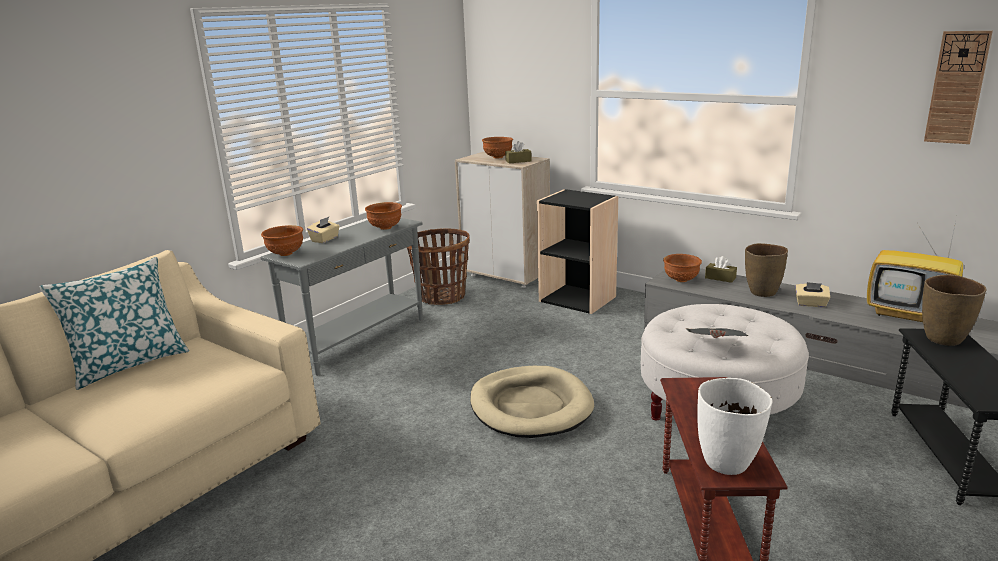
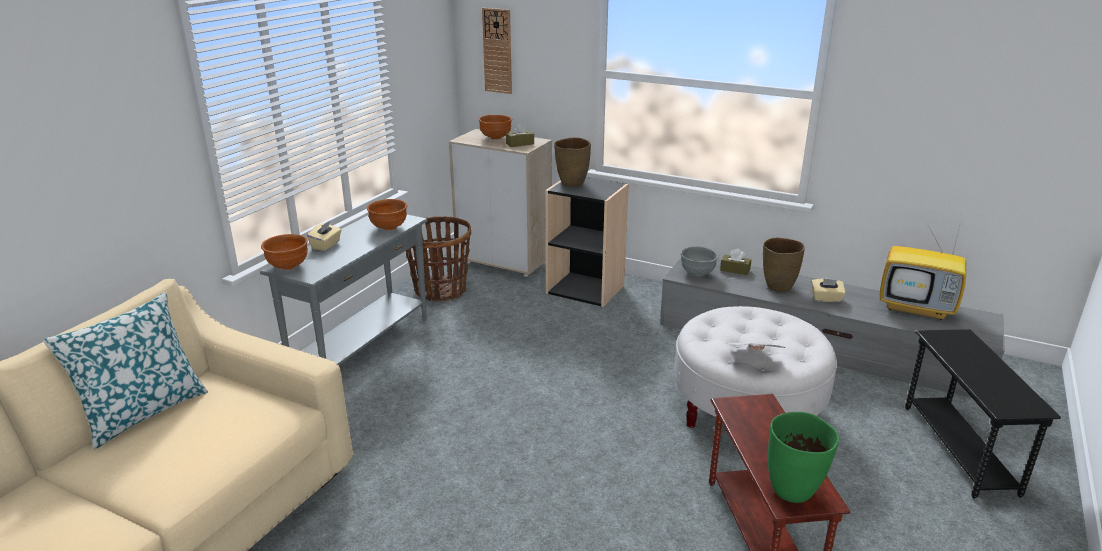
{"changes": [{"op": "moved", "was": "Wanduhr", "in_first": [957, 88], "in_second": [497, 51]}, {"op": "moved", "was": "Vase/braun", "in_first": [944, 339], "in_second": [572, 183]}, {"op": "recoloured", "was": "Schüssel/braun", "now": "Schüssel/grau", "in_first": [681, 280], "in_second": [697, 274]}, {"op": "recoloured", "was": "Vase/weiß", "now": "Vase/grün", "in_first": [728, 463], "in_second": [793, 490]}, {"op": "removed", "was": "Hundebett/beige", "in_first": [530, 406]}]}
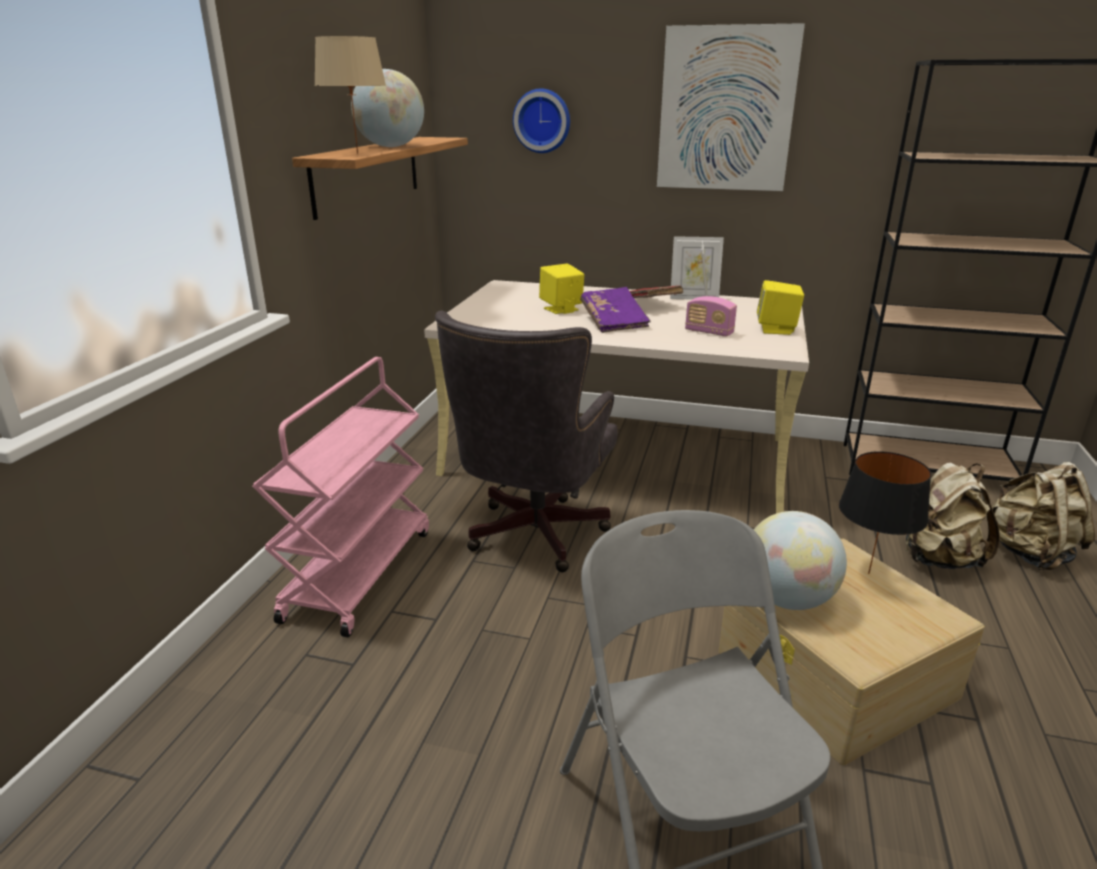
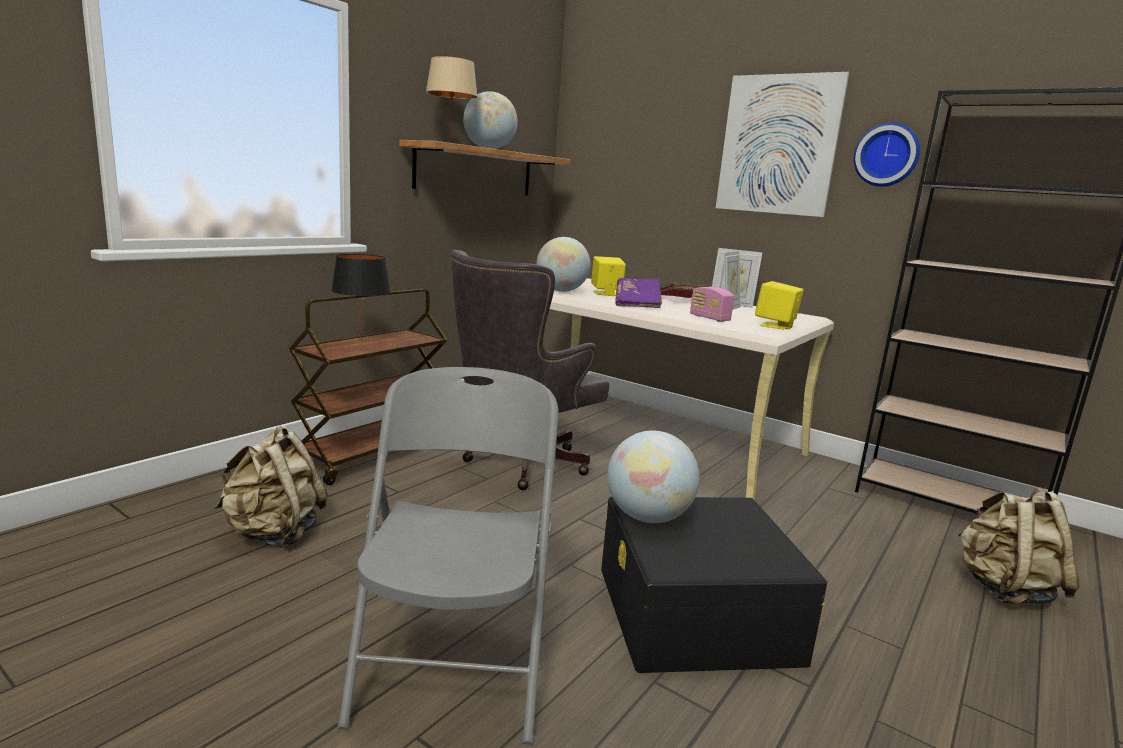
{"changes": [{"op": "moved", "was": "Rucksack/beige", "in_first": [938, 559], "in_second": [274, 533]}, {"op": "recoloured", "was": "Rollwagen/rosa", "now": "Rollwagen/braun", "in_first": [359, 573], "in_second": [372, 454]}, {"op": "moved", "was": "Tischlampe/schwarz", "in_first": [868, 574], "in_second": [361, 341]}, {"op": "added", "now": "Globus", "in_second": [561, 291]}, {"op": "recoloured", "was": "Aufbewahrungsbox/beige", "now": "Aufbewahrungsbox/schwarz", "in_first": [836, 675], "in_second": [695, 614]}, {"op": "moved", "was": "Wanduhr", "in_first": [542, 121], "in_second": [887, 155]}]}
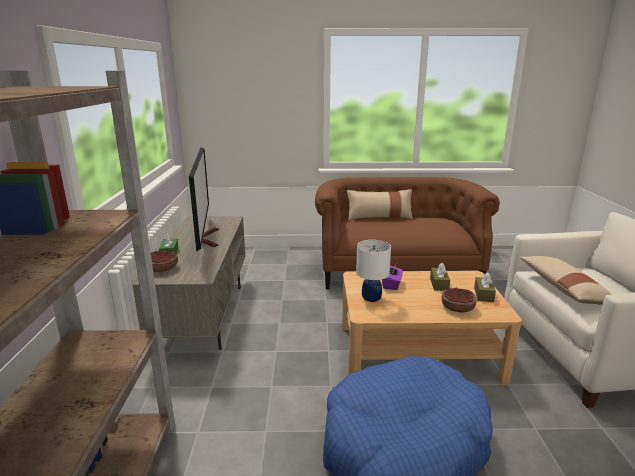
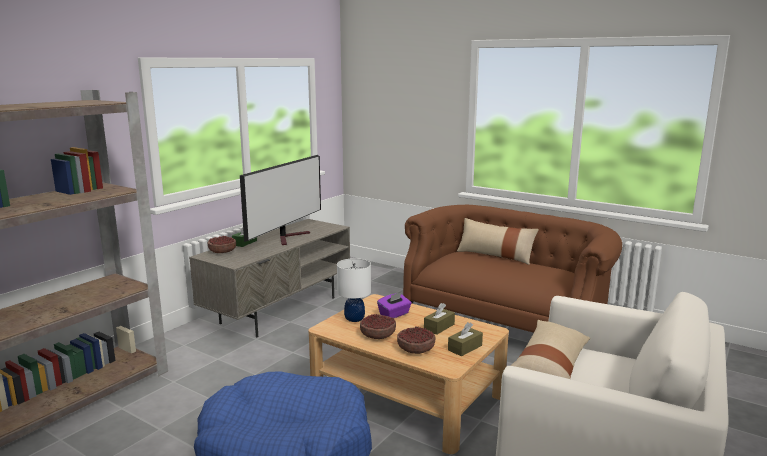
{"changes": [{"op": "added", "now": "Schüssel", "in_second": [378, 335]}]}
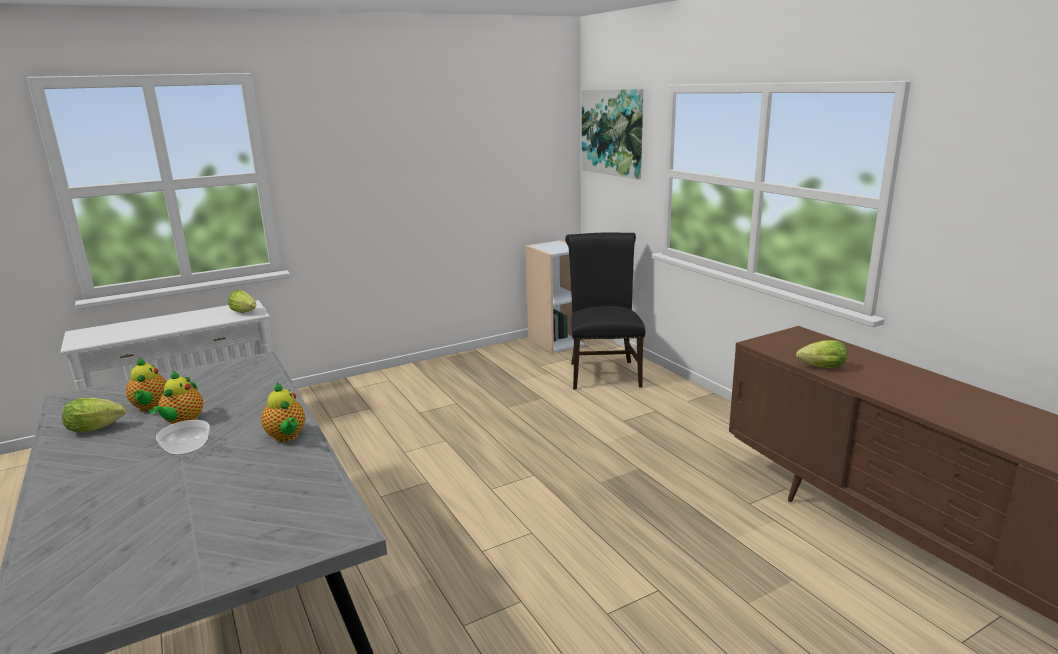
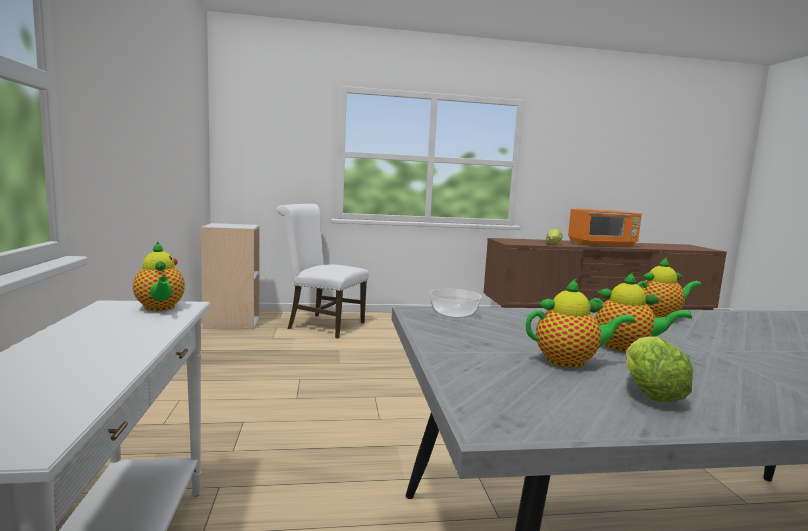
{"changes": [{"op": "replaced", "was": "Salatkopf", "now": "Teekanne", "in_first": [245, 312], "in_second": [160, 308]}, {"op": "recoloured", "was": "Stuhl/schwarz", "now": "Stuhl/weiß", "in_first": [603, 372], "in_second": [322, 325]}, {"op": "moved", "was": "Schüssel", "in_first": [187, 448], "in_second": [454, 314]}, {"op": "added", "now": "Mikrowelle/orange", "in_second": [602, 244]}, {"op": "removed", "was": "Bild", "in_first": [612, 132]}]}
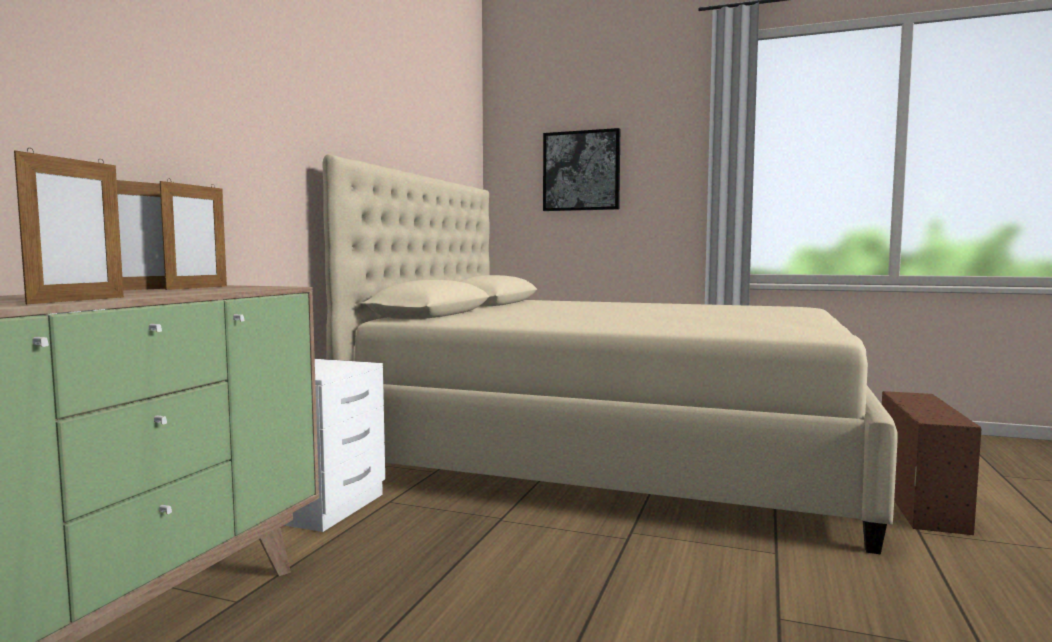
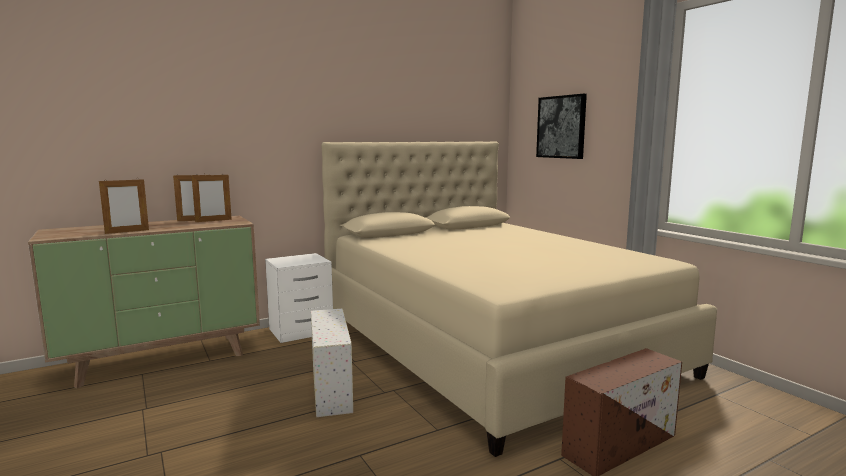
{"changes": [{"op": "added", "now": "Aufbewahrungsbox/weiß", "in_second": [331, 388]}]}
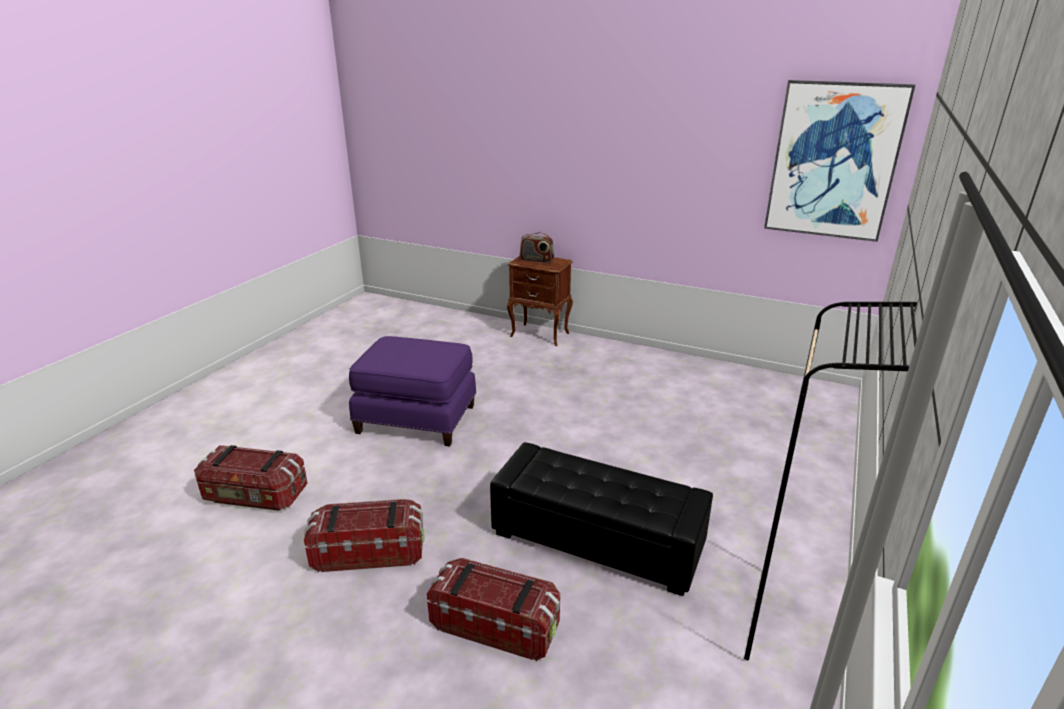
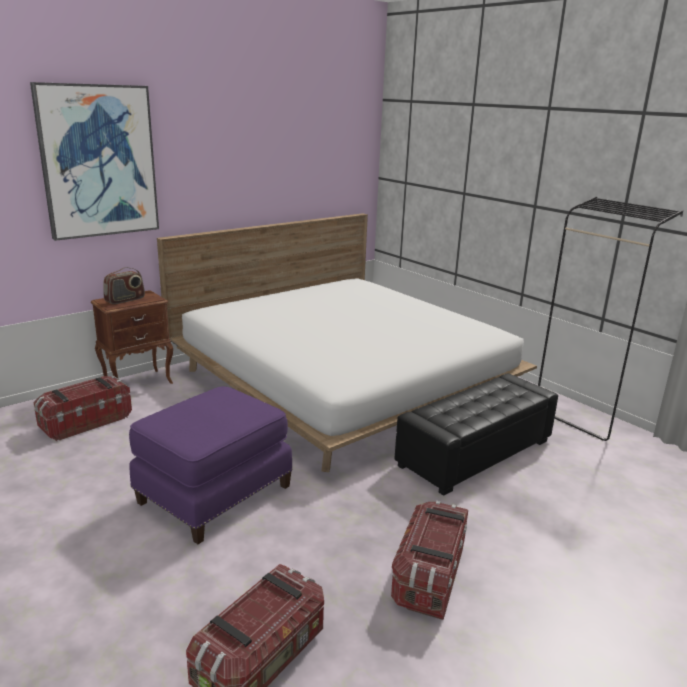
{"changes": [{"op": "moved", "was": "Bild", "in_first": [834, 161], "in_second": [98, 161]}, {"op": "moved", "was": "Aufbewahrungsbox", "in_first": [495, 625], "in_second": [85, 422]}, {"op": "added", "now": "Bett/weiß", "in_second": [345, 381]}]}
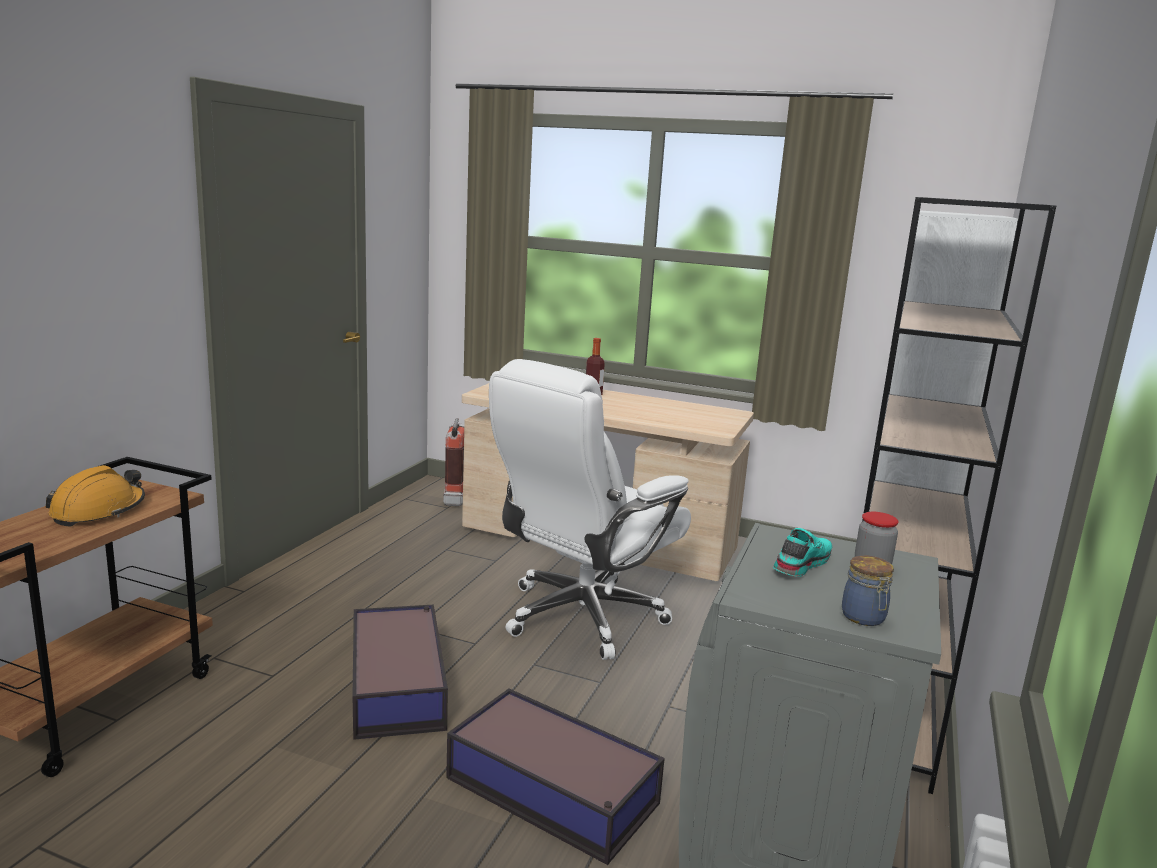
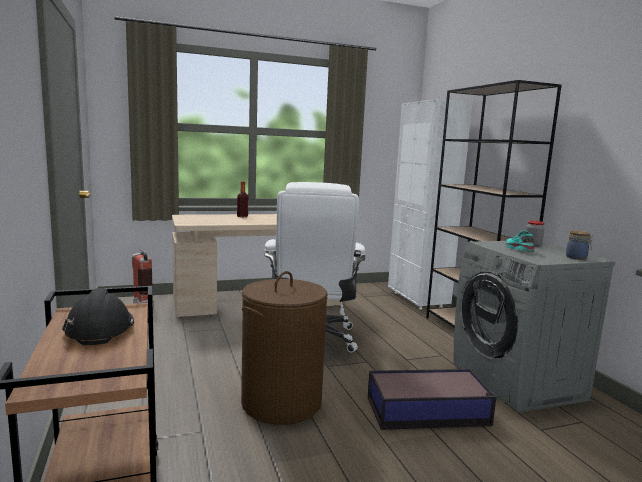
{"changes": [{"op": "recoloured", "was": "Schutzhelm/orange", "now": "Schutzhelm/schwarz", "in_first": [98, 511], "in_second": [99, 329]}, {"op": "replaced", "was": "Aufbewahrungsbox", "now": "Wäschekorb/braun", "in_first": [398, 684], "in_second": [281, 402]}]}
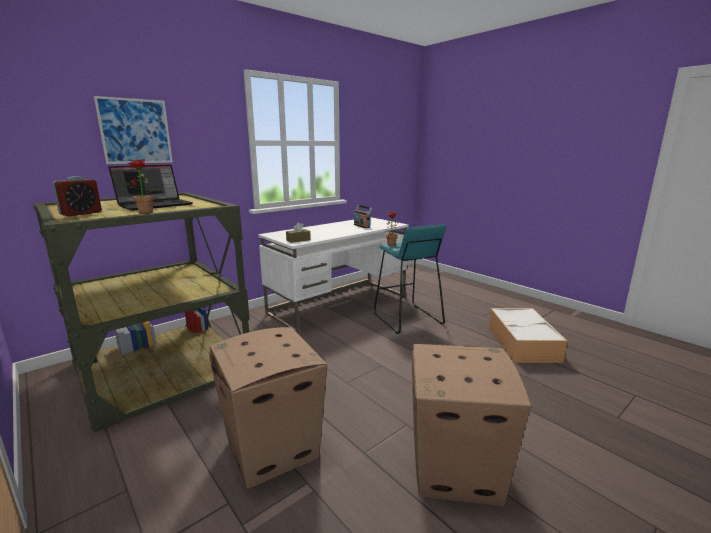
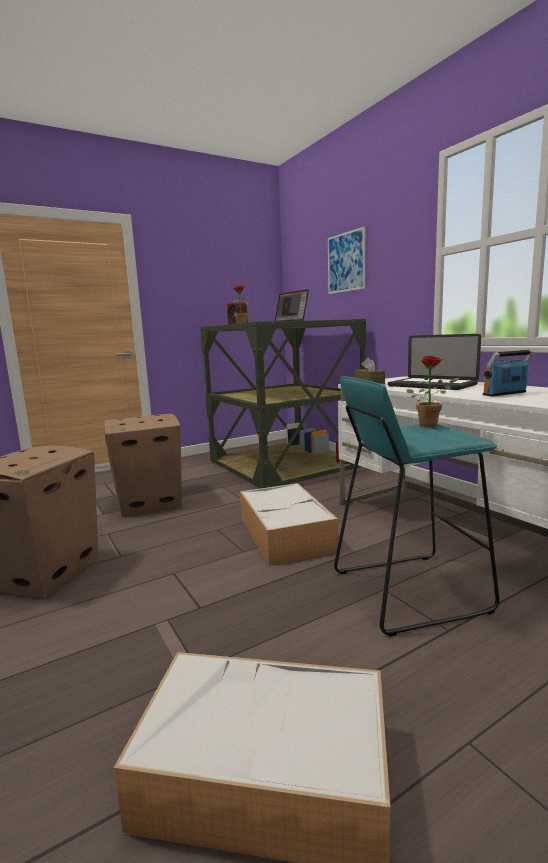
{"changes": [{"op": "added", "now": "Aufbewahrungsbox", "in_second": [286, 535]}, {"op": "added", "now": "Laptop", "in_second": [431, 385]}]}
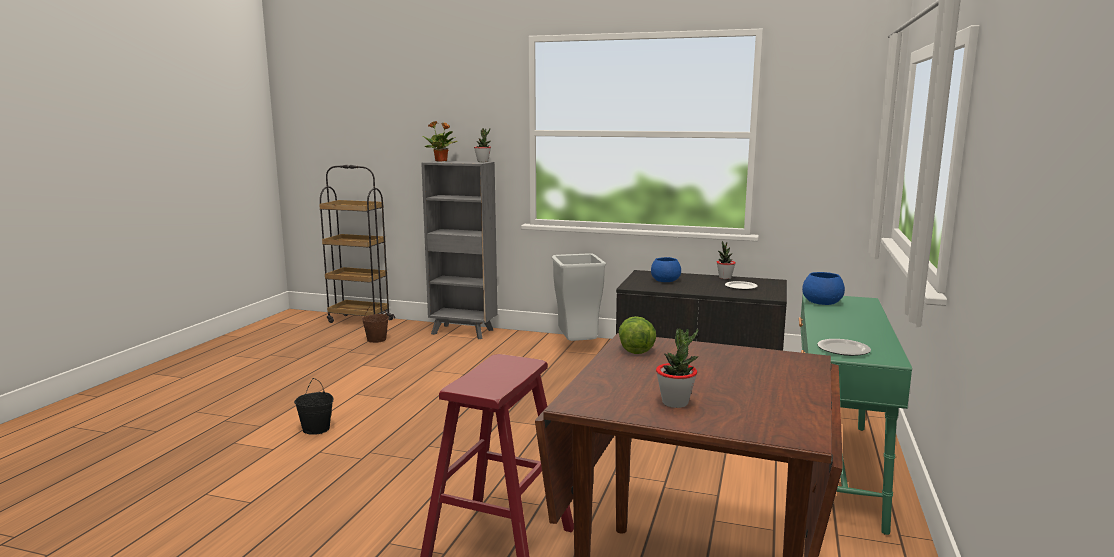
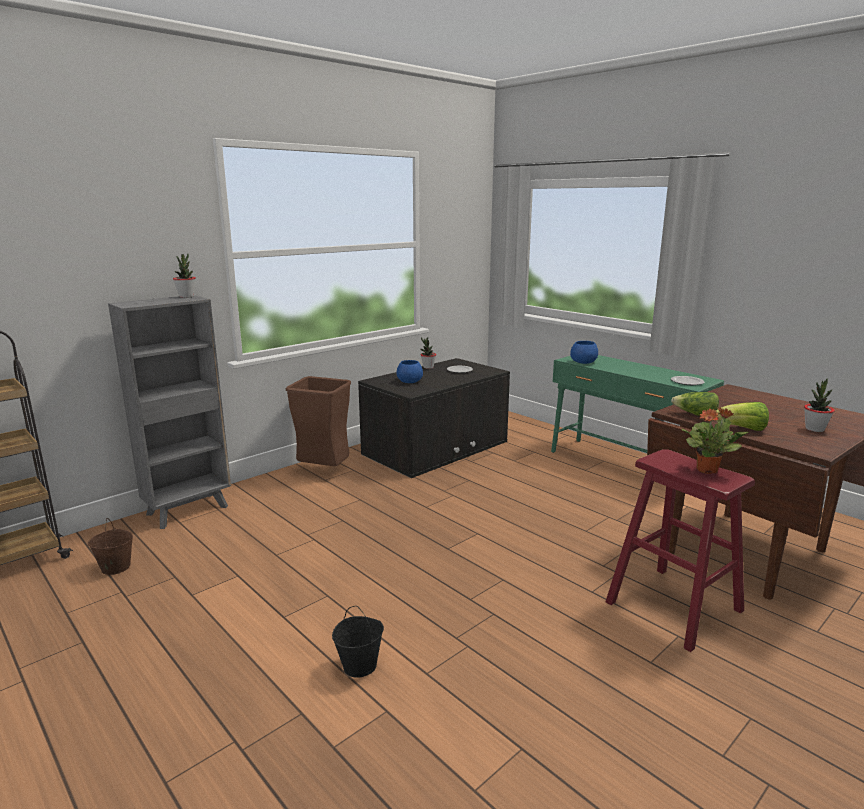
{"changes": [{"op": "recoloured", "was": "Mülleimer/grau", "now": "Mülleimer/braun", "in_first": [578, 347], "in_second": [324, 472]}, {"op": "moved", "was": "Topfpflanze", "in_first": [441, 161], "in_second": [707, 470]}, {"op": "added", "now": "Salatkopf", "in_second": [742, 429]}]}
